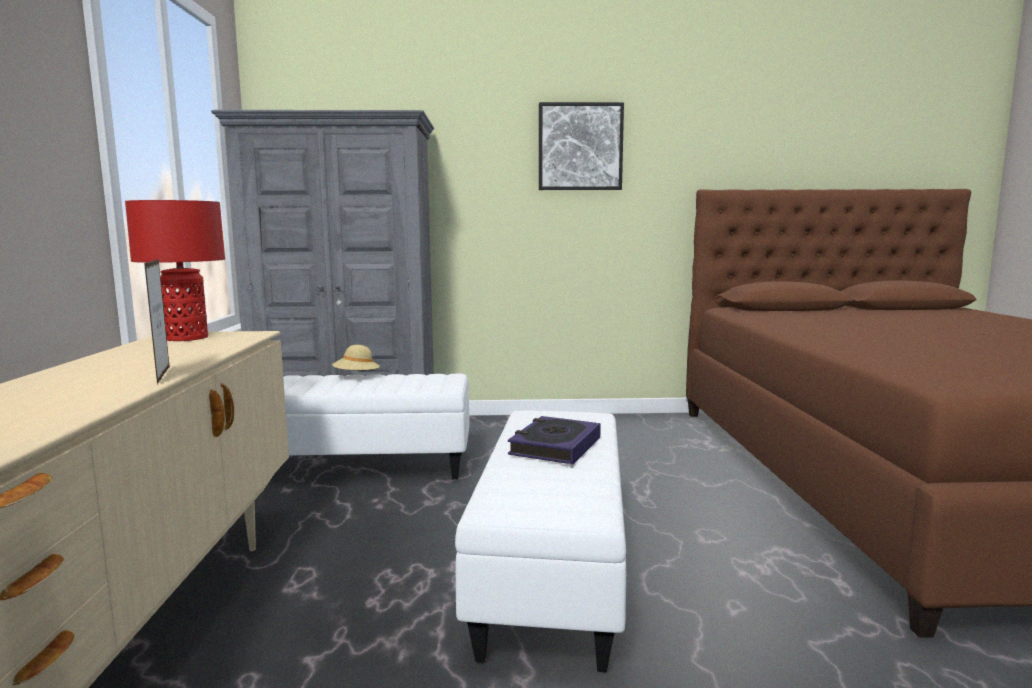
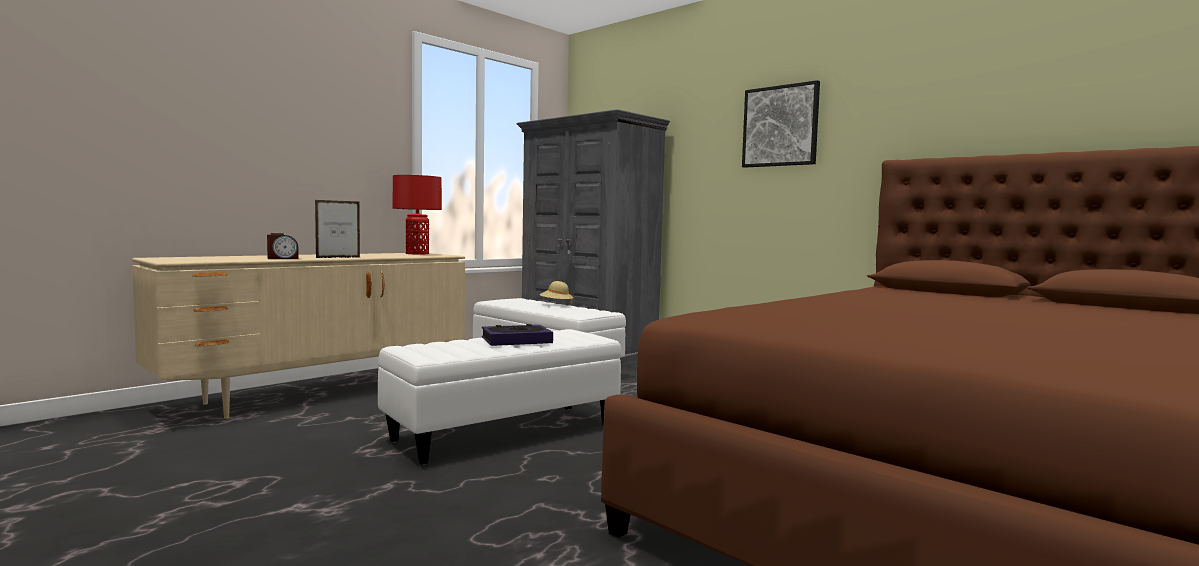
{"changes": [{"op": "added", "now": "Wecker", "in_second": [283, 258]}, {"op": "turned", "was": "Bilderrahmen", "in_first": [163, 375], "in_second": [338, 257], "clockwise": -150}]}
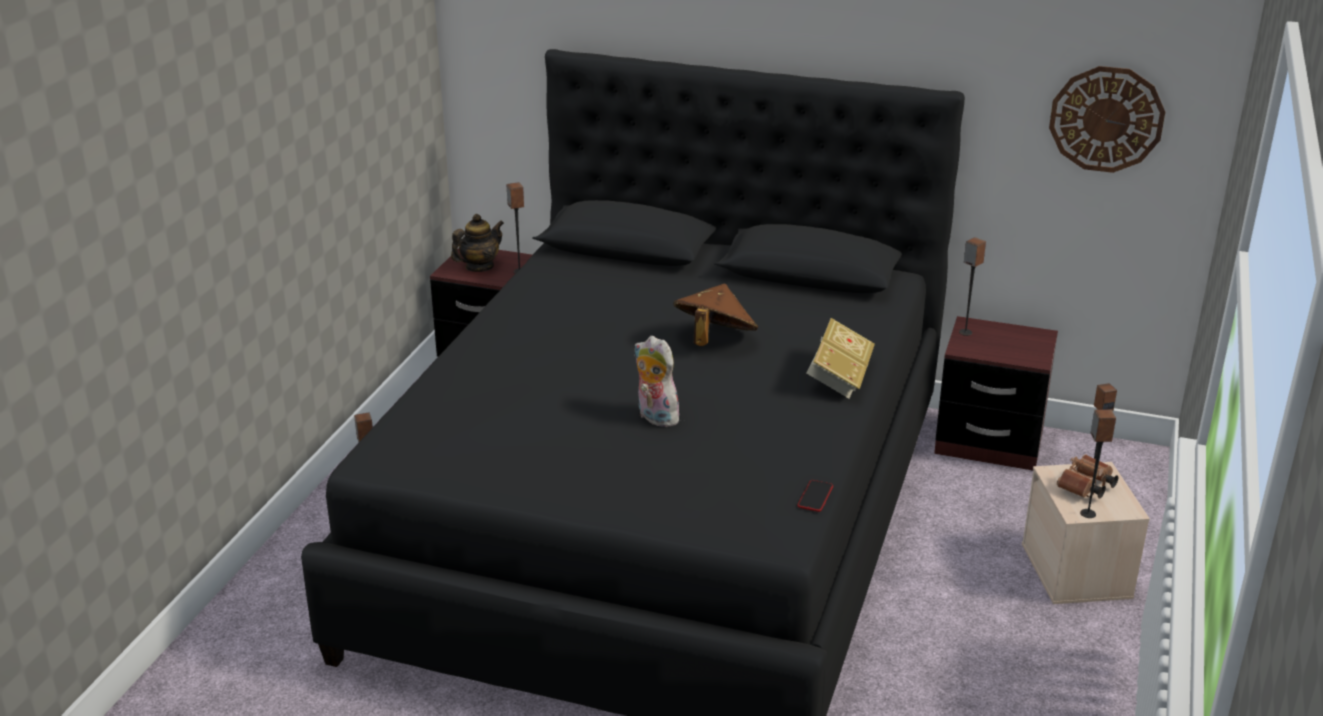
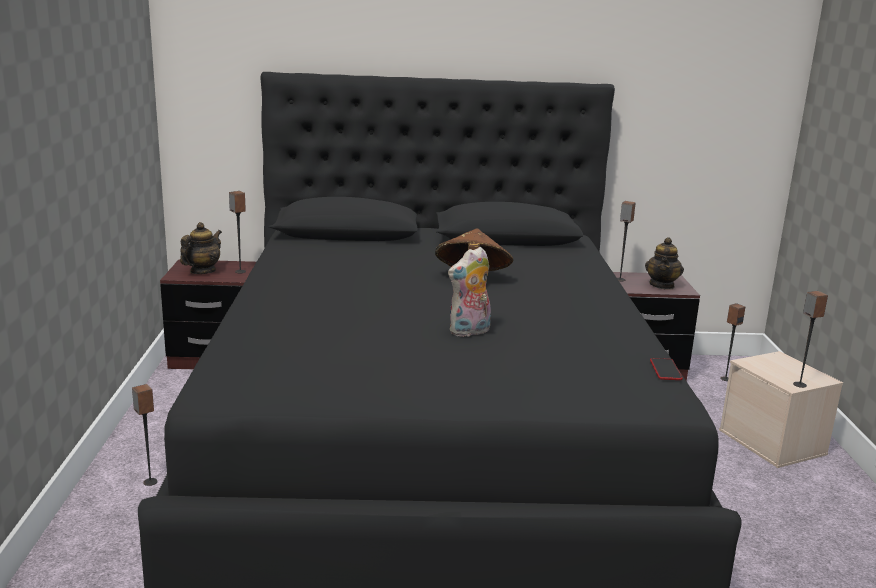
{"changes": [{"op": "turned", "was": "Plüschtier", "in_first": [654, 417], "in_second": [469, 332], "clockwise": -60}, {"op": "added", "now": "Teekanne", "in_second": [662, 285]}, {"op": "removed", "was": "Buch", "in_first": [839, 377]}, {"op": "removed", "was": "Wanduhr", "in_first": [1106, 119]}, {"op": "removed", "was": "Fernglas/braun", "in_first": [1085, 488]}]}
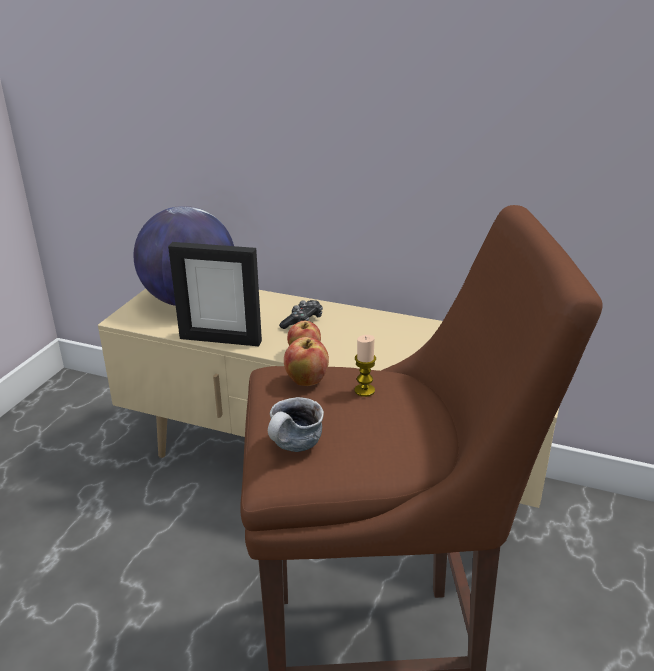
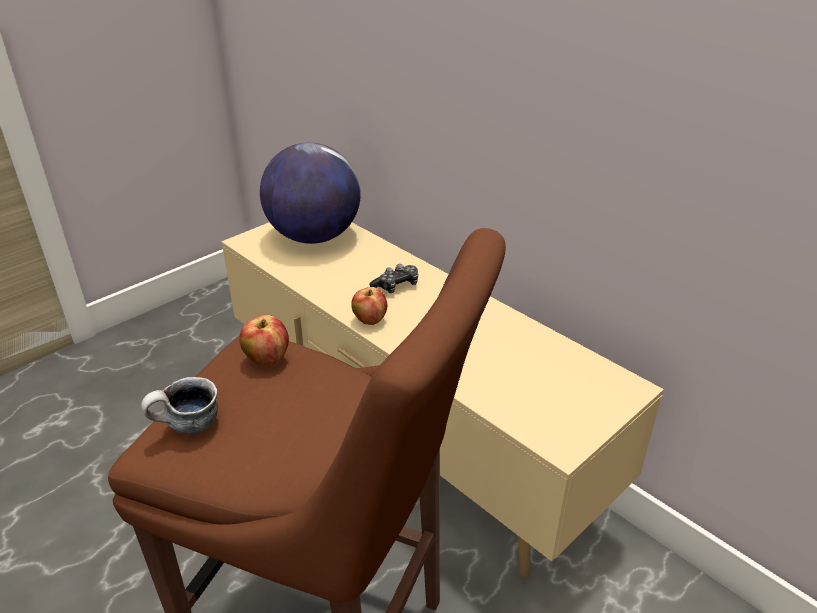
{"changes": [{"op": "removed", "was": "Bilderrahmen", "in_first": [221, 339]}, {"op": "removed", "was": "Kerze", "in_first": [364, 390]}]}
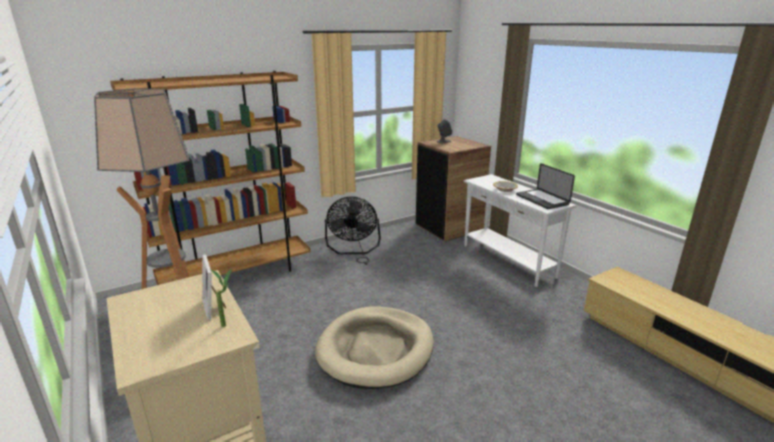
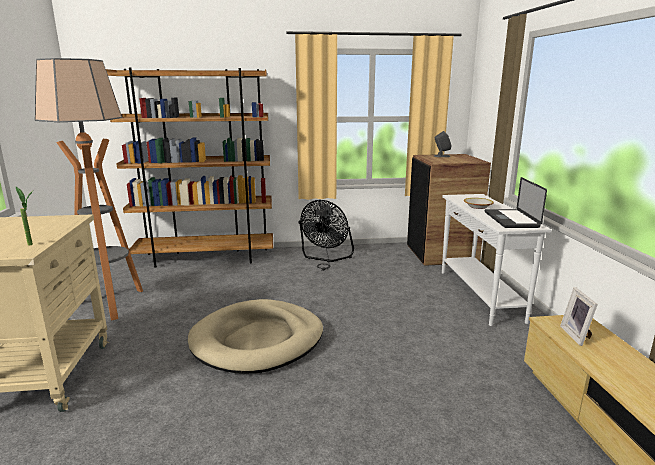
{"changes": [{"op": "moved", "was": "Bilderrahmen", "in_first": [215, 307], "in_second": [577, 335]}]}
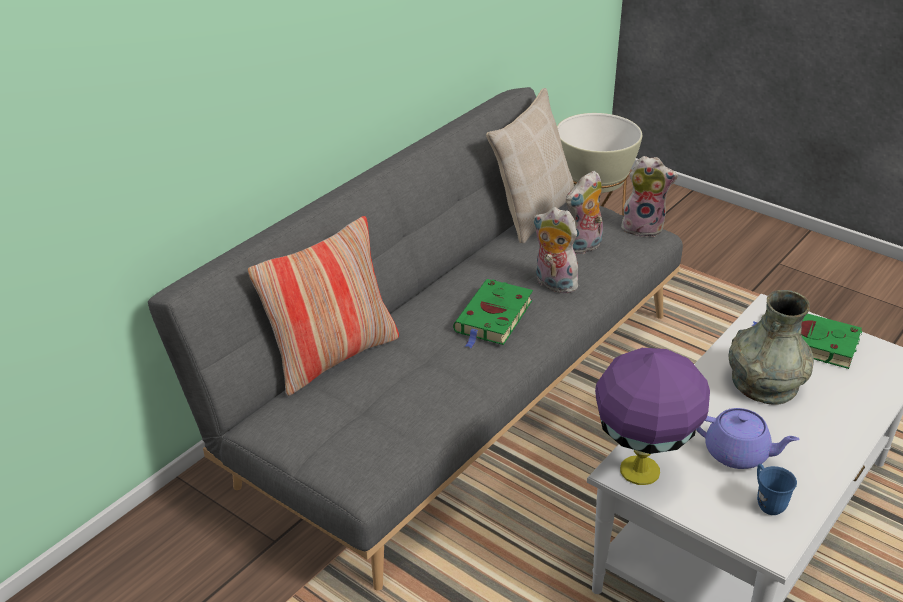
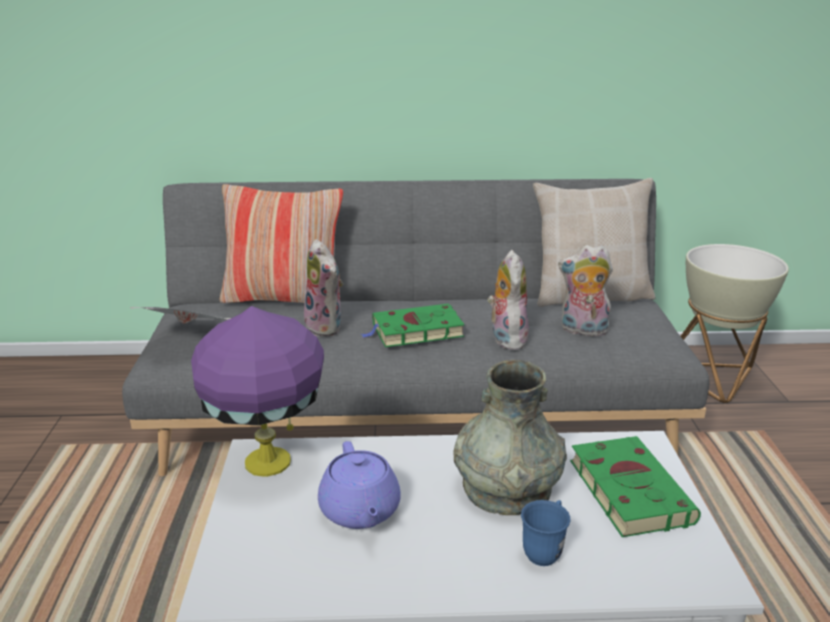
{"changes": [{"op": "added", "now": "Zeitung", "in_second": [191, 338]}, {"op": "moved", "was": "Plüschtier", "in_first": [643, 227], "in_second": [327, 327]}, {"op": "moved", "was": "Henkelbecher/blau", "in_first": [767, 502], "in_second": [545, 550]}]}
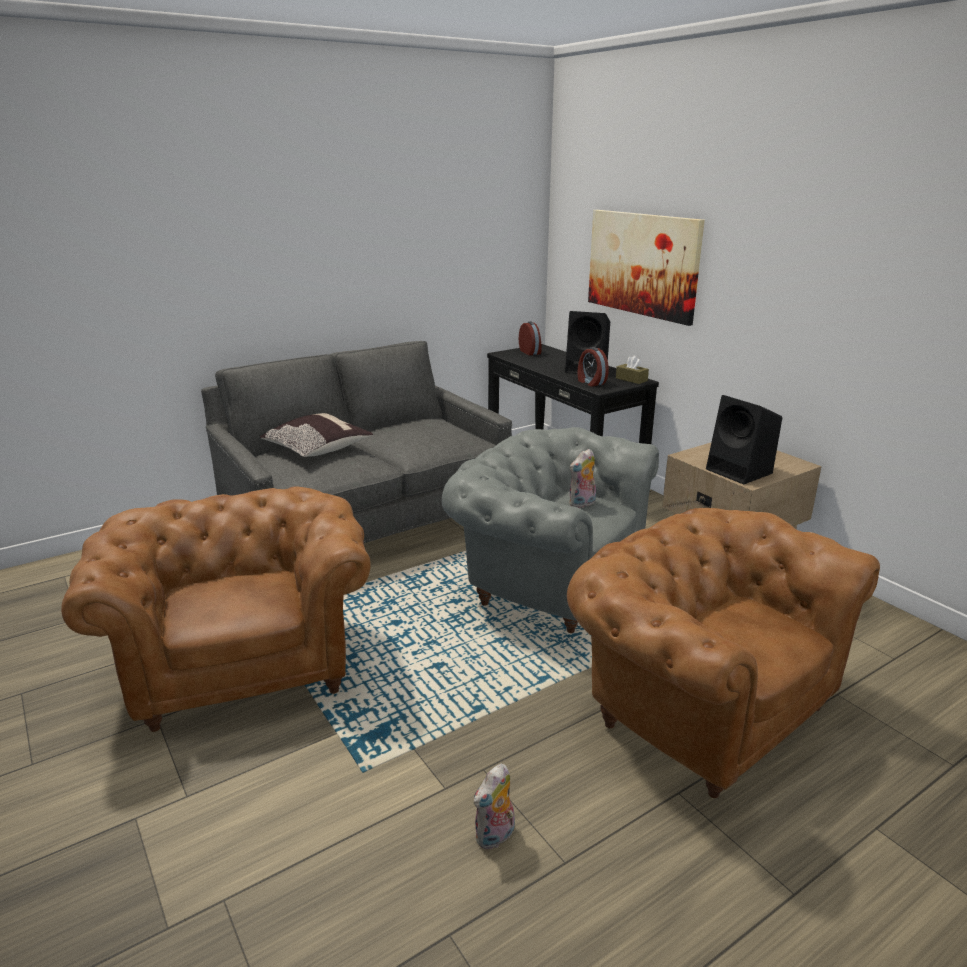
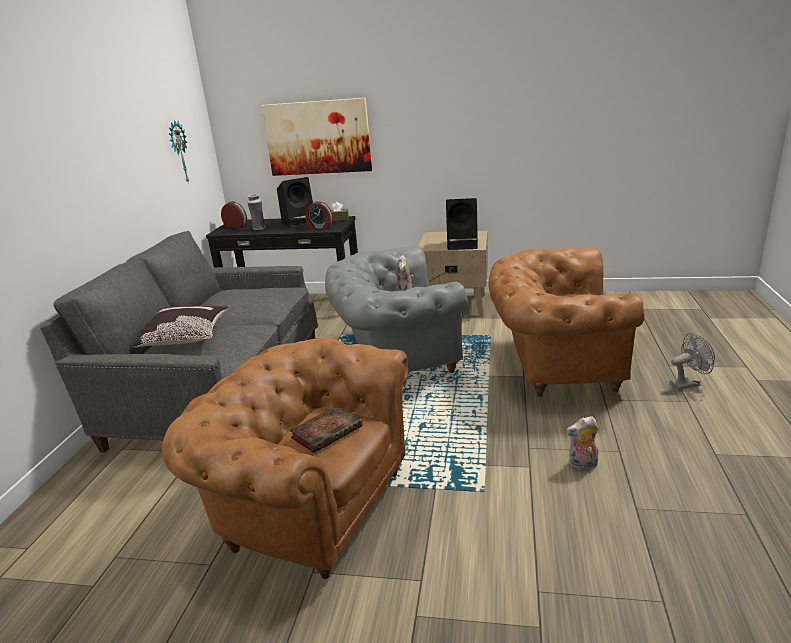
{"changes": [{"op": "added", "now": "Wanduhr", "in_second": [179, 152]}, {"op": "added", "now": "Vase", "in_second": [259, 229]}, {"op": "added", "now": "Buch", "in_second": [327, 431]}, {"op": "turned", "was": "Plüschtier", "in_first": [495, 837], "in_second": [582, 465], "clockwise": 90}, {"op": "added", "now": "Ventilator/grau", "in_second": [688, 384]}]}
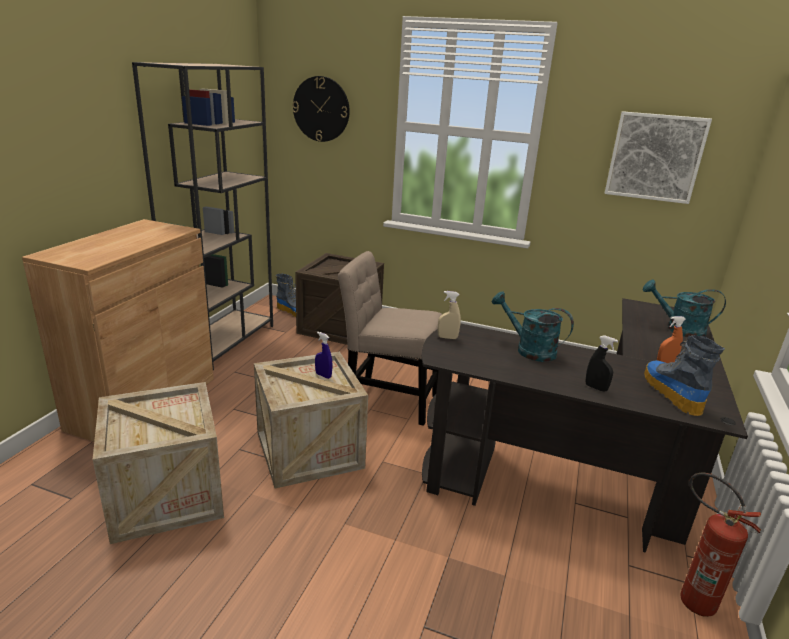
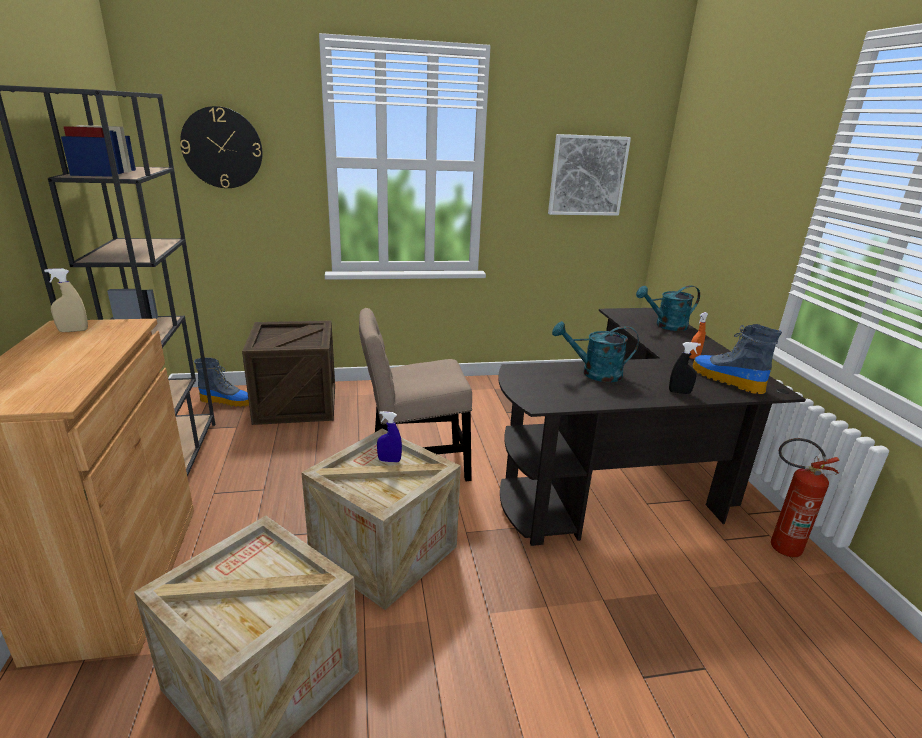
{"changes": [{"op": "moved", "was": "Sprühflasche/beige", "in_first": [447, 337], "in_second": [73, 331]}]}
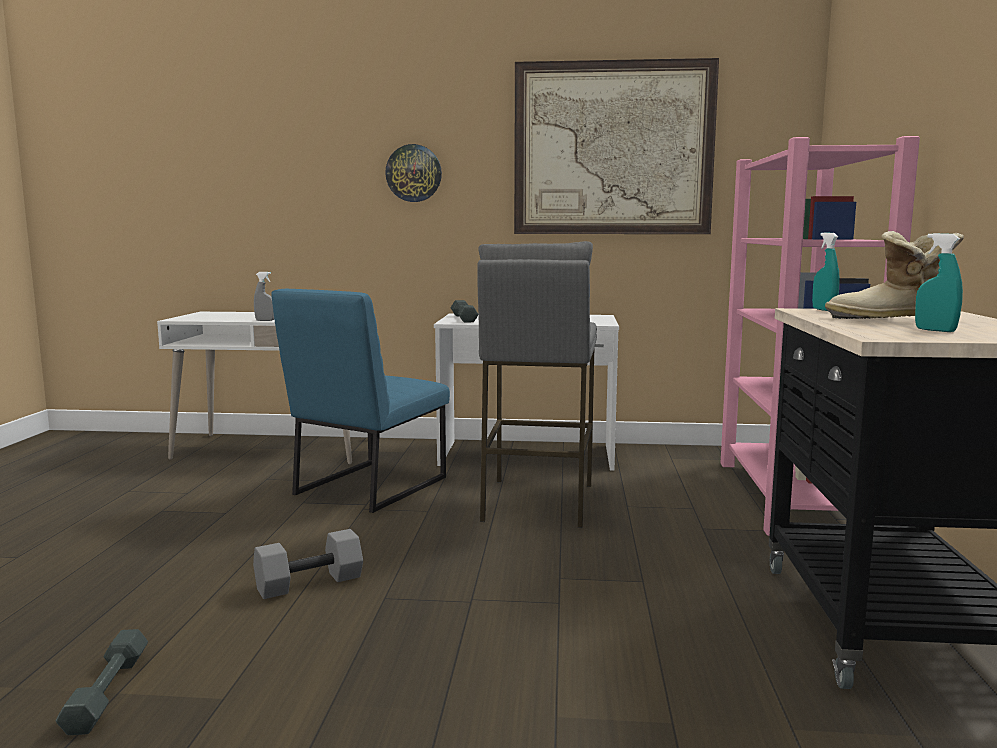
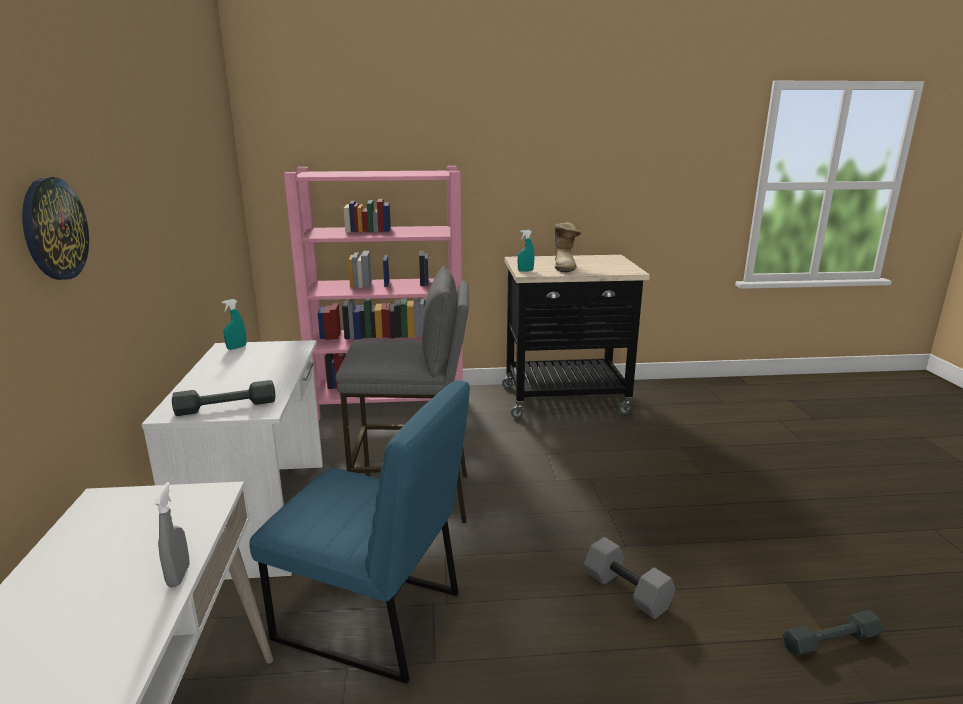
{"changes": [{"op": "moved", "was": "Sprühflasche/türkis", "in_first": [935, 330], "in_second": [236, 348]}, {"op": "removed", "was": "Bild", "in_first": [613, 149]}]}
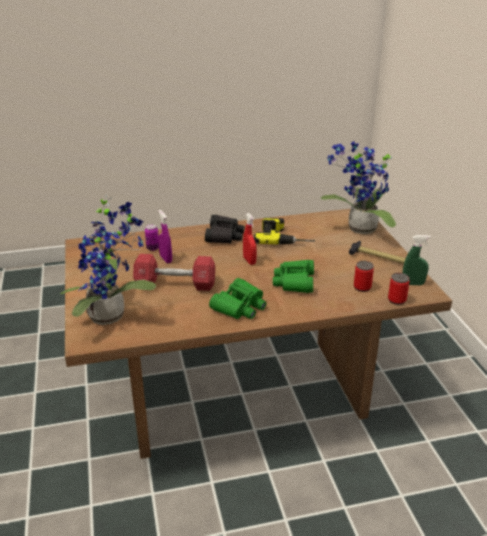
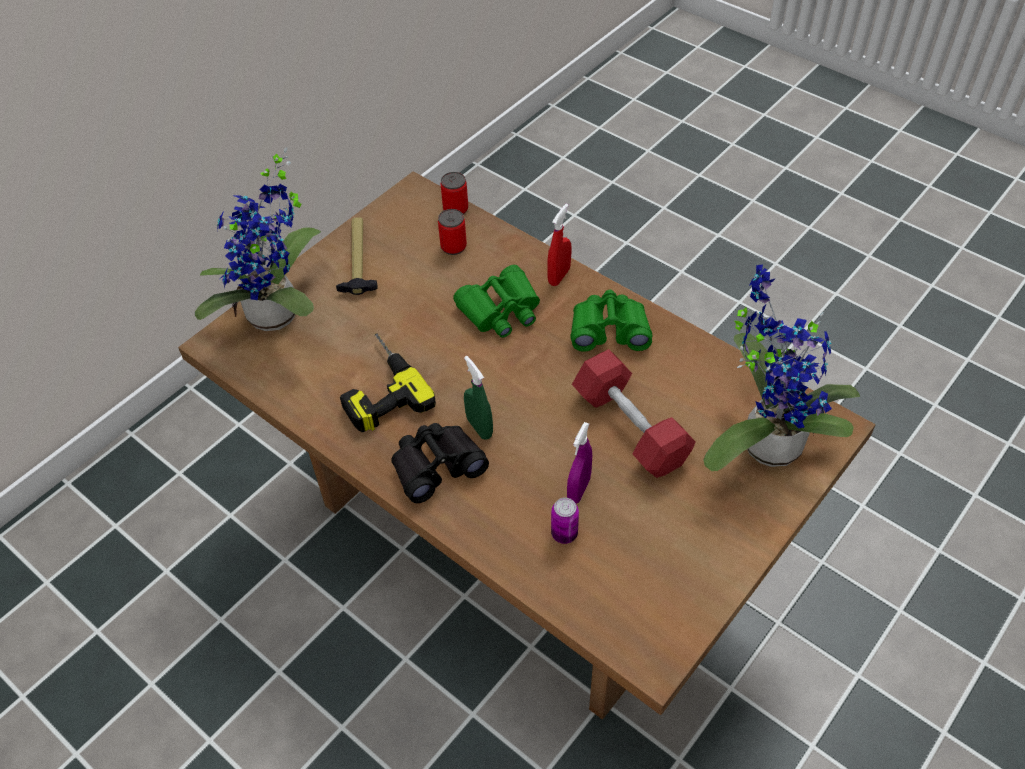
{"changes": [{"op": "moved", "was": "Sprühflasche/grün", "in_first": [413, 284], "in_second": [479, 427]}, {"op": "moved", "was": "Sprühflasche/rot", "in_first": [249, 261], "in_second": [559, 276]}]}
